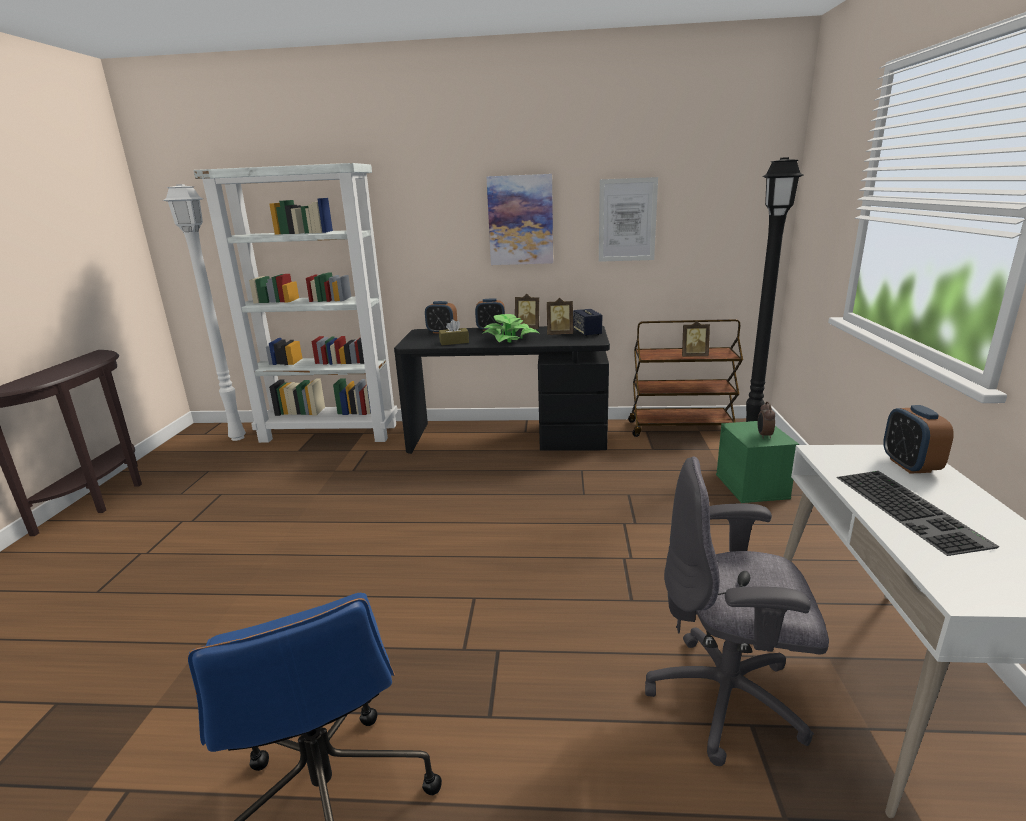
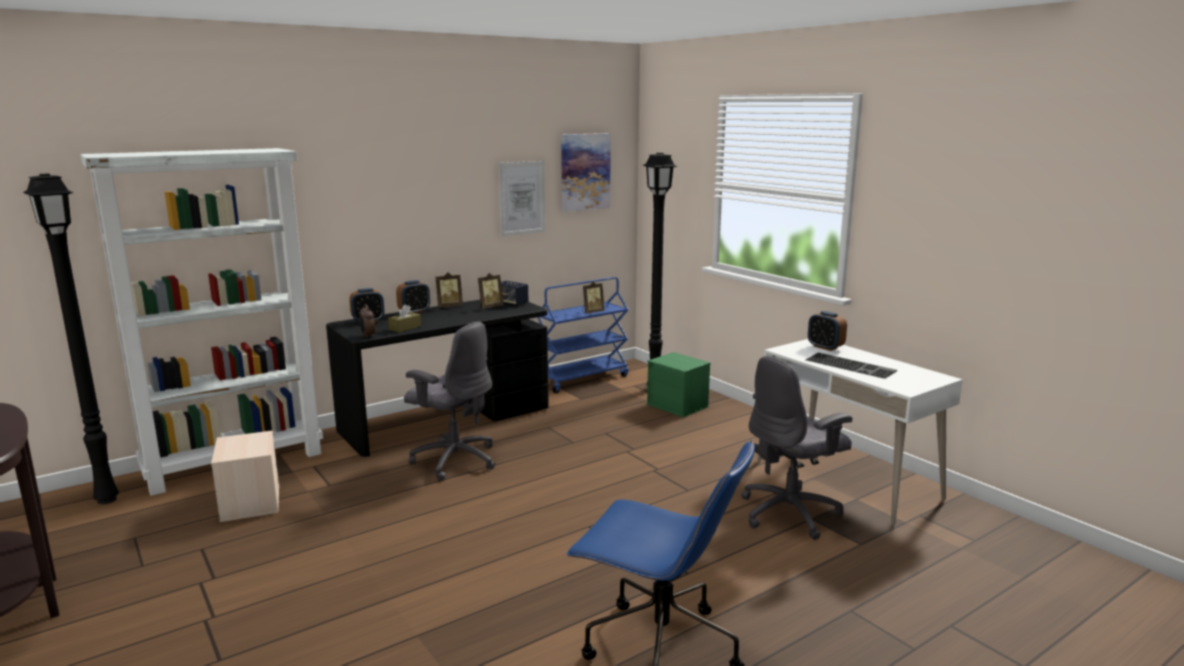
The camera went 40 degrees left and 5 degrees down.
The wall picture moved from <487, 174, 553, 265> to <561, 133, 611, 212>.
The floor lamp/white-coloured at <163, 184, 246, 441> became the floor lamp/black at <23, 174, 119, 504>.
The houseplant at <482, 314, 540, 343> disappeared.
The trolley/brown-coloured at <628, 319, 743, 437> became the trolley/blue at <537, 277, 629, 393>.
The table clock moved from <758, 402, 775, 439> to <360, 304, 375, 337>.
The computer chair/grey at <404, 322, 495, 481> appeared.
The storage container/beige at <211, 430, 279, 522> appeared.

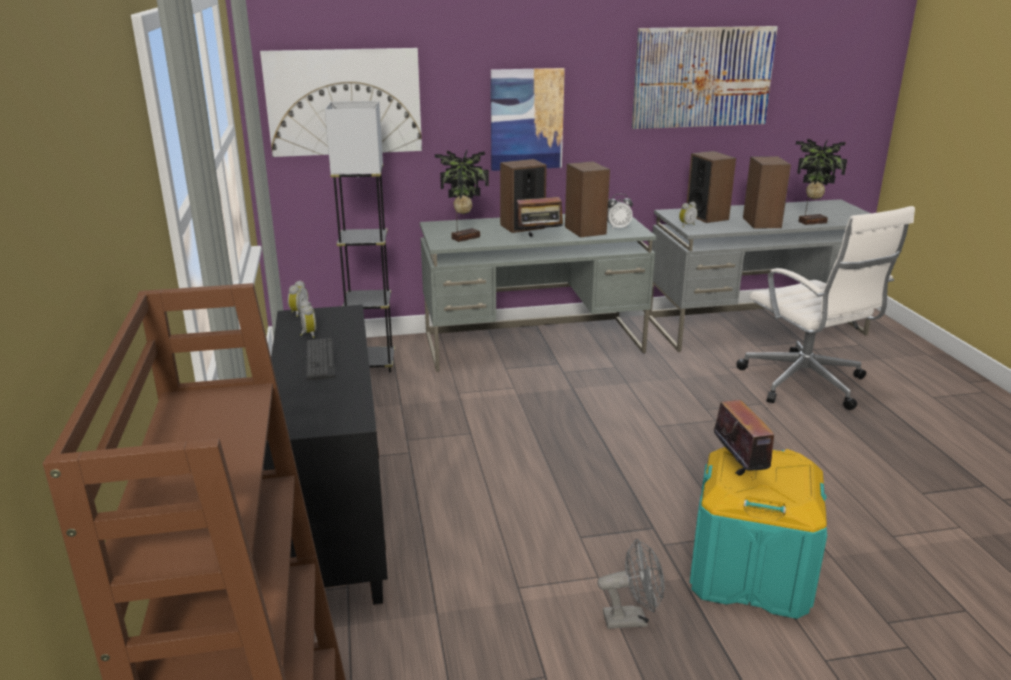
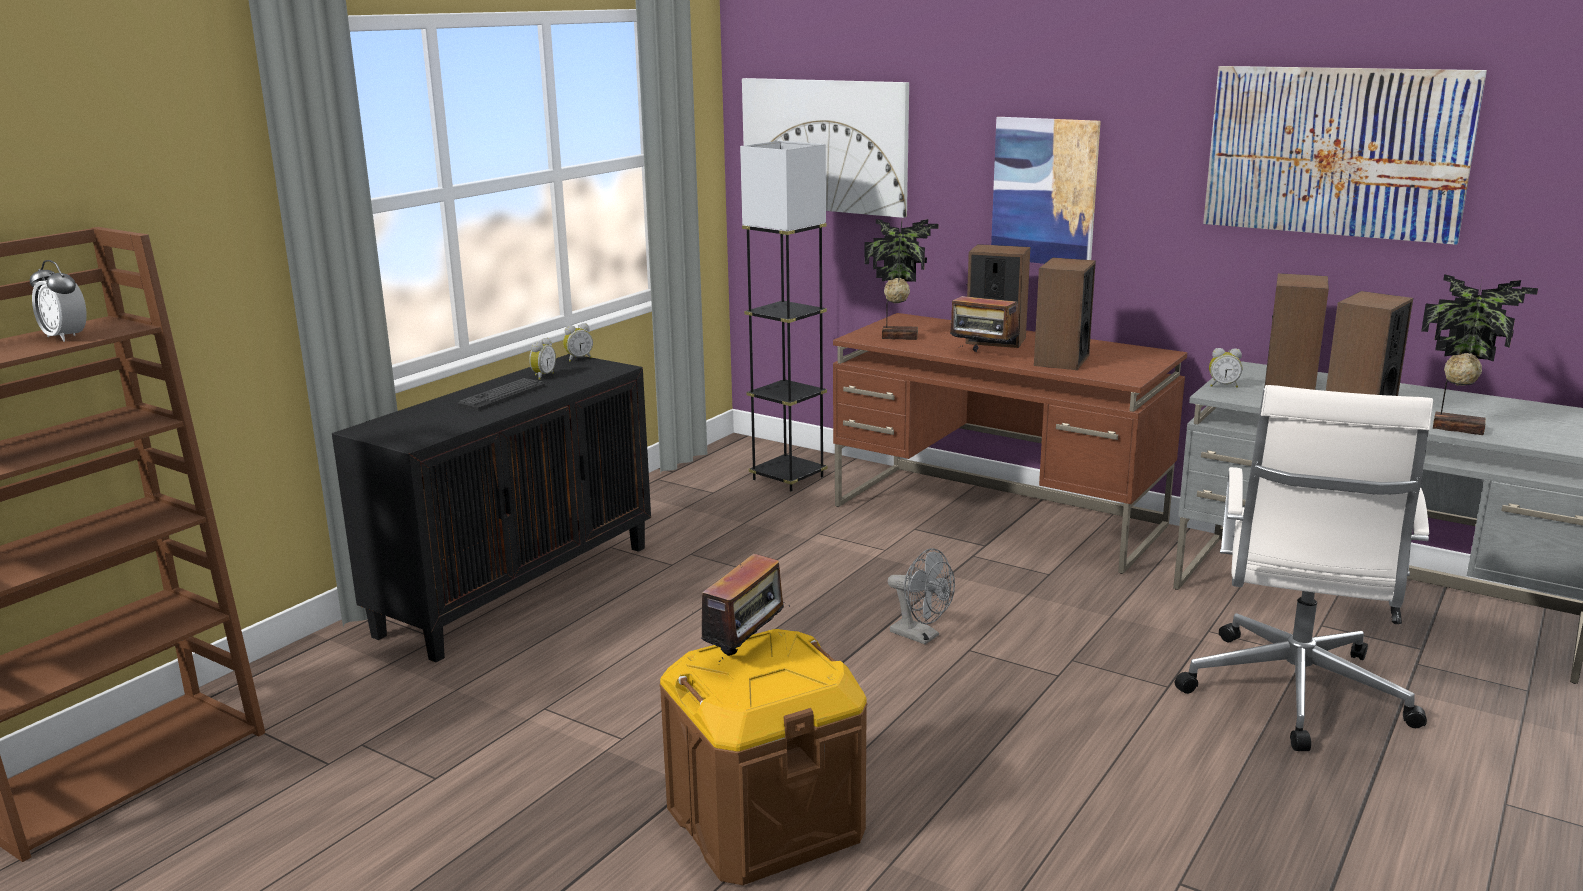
The camera went 45 degrees right and 5 degrees down.
The table clock moved from <607, 194, 633, 230> to <30, 260, 87, 342>.
The desk table/grey at <420, 214, 656, 372> became the desk table/brown-coloured at <833, 313, 1187, 574>.
The storage container/blue-green at <690, 447, 827, 619> became the storage container/brown-coloured at <659, 629, 867, 885>.
The fan/grey moved from <597, 539, 664, 629> to <888, 548, 955, 644>.

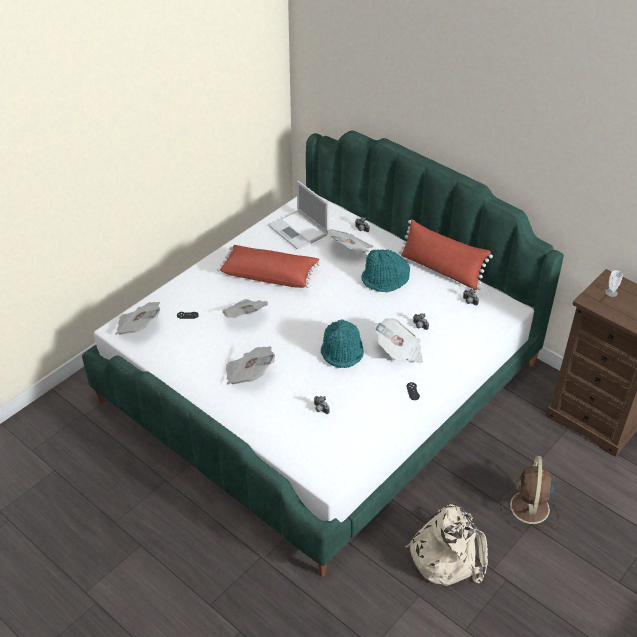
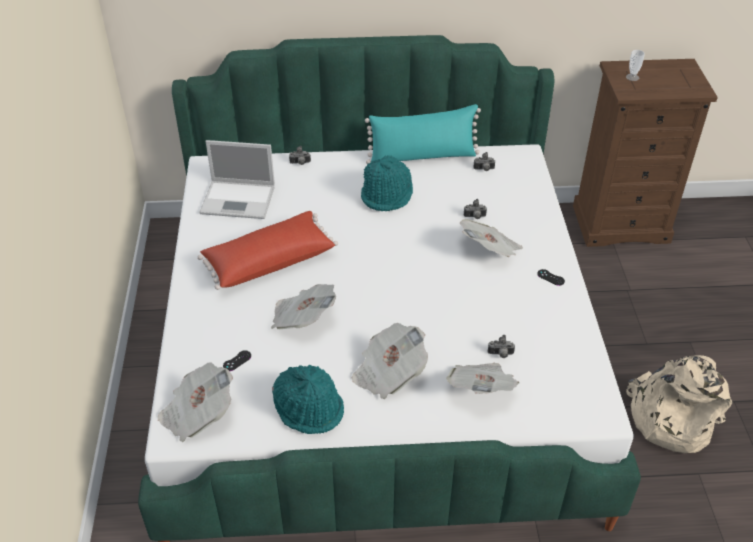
The camera went 45 degrees left and 0 degrees up.
The pillow/reddish at <399, 219, 493, 290> became the pillow/blue-green at <365, 104, 481, 164>.
The printed paper moved from <327, 229, 373, 253> to <446, 363, 519, 394>.
The hat/blue-green moved from <321, 319, 364, 368> to <272, 365, 344, 434>.
The fan/brown-coloured at <502, 456, 559, 533> disappeared.

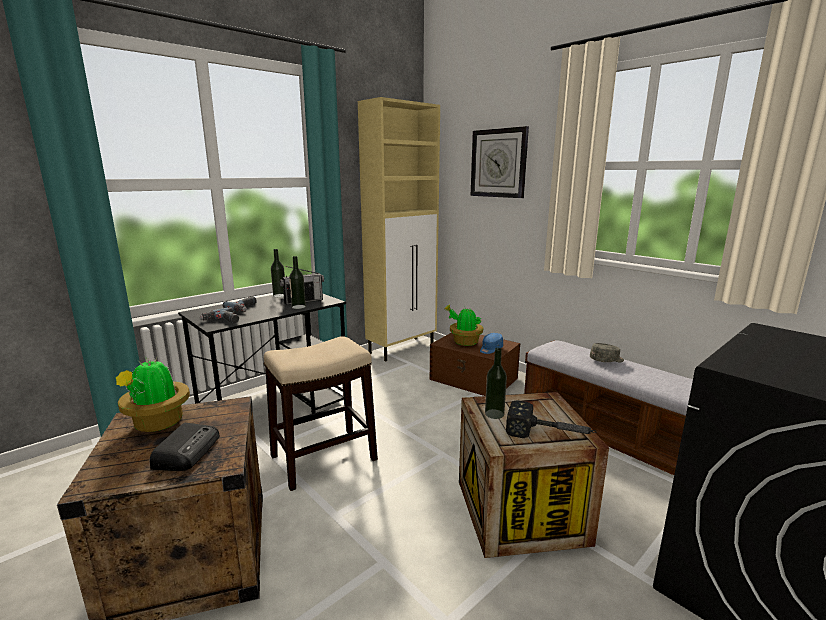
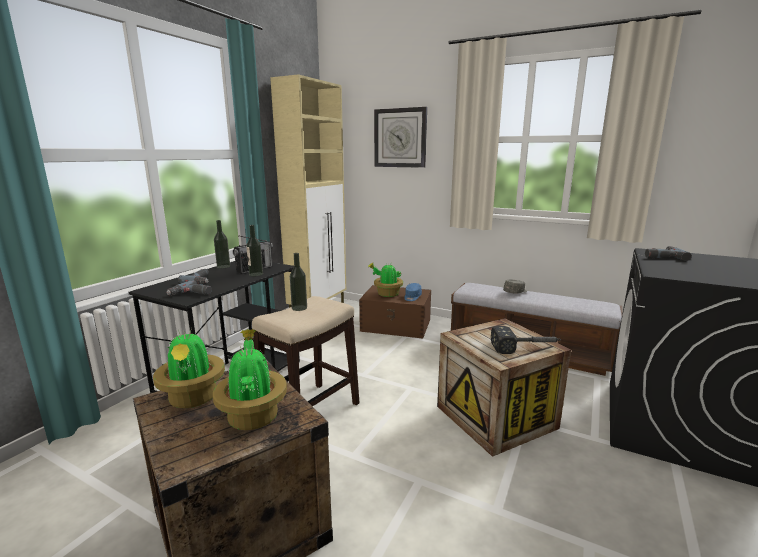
The camera went 20 degrees left and 0 degrees up.
The beverage bottle moved from <485, 348, 507, 419> to <290, 253, 307, 311>.
The radio at <150, 423, 220, 471> was replaced by the houseplant at <213, 329, 287, 430>.
The power drill at <645, 246, 692, 261> appeared.

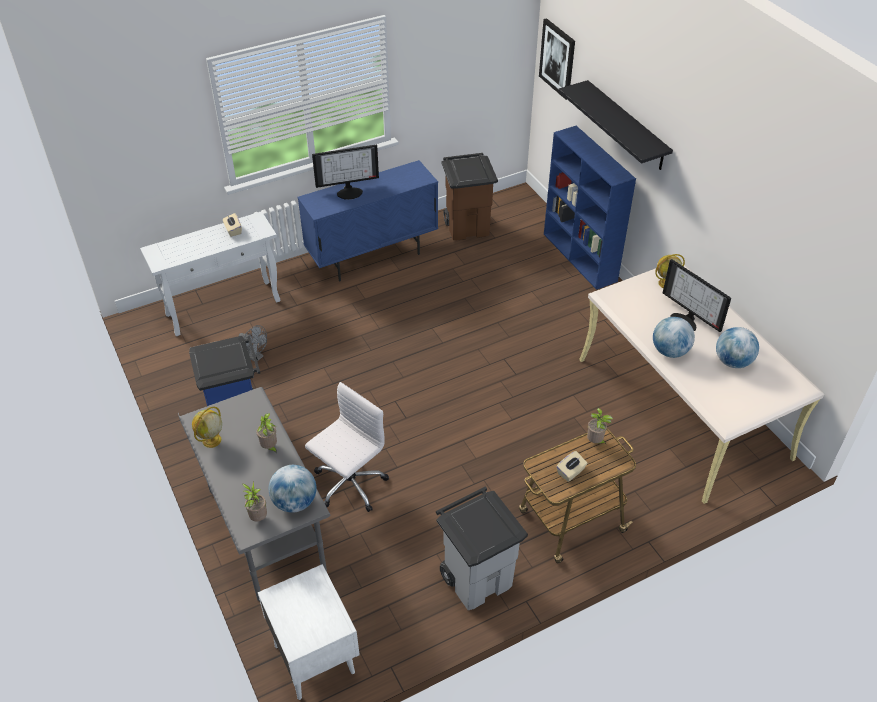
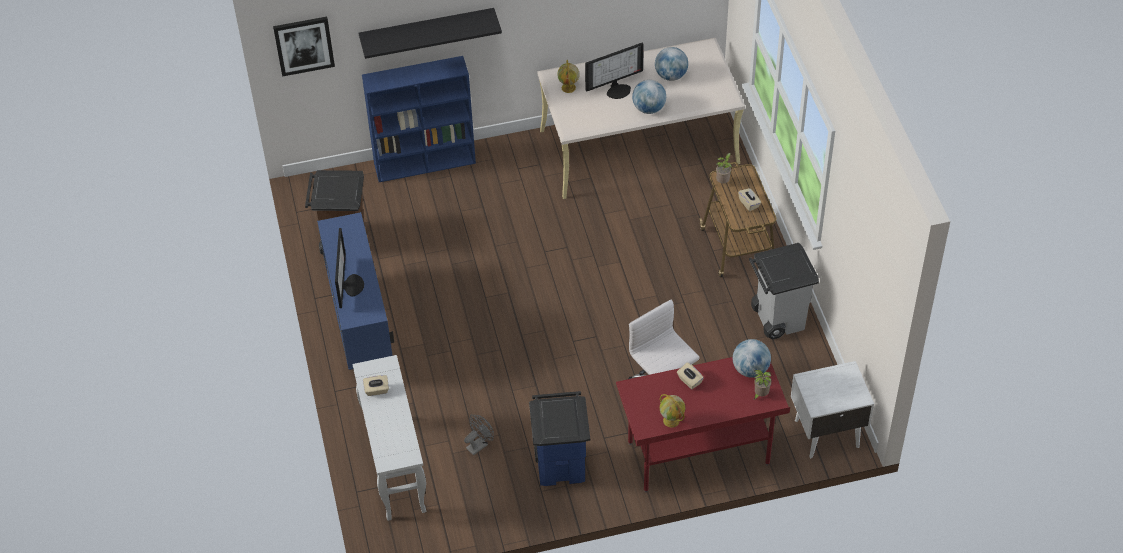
The camera went 75 degrees left and 5 degrees up.
The desk table/grey at <178, 387, 330, 602> became the desk table/reddish at <616, 357, 790, 492>.
The houseplant at <256, 413, 277, 454> was replaced by the tissue holder/beige at <677, 362, 704, 389>.

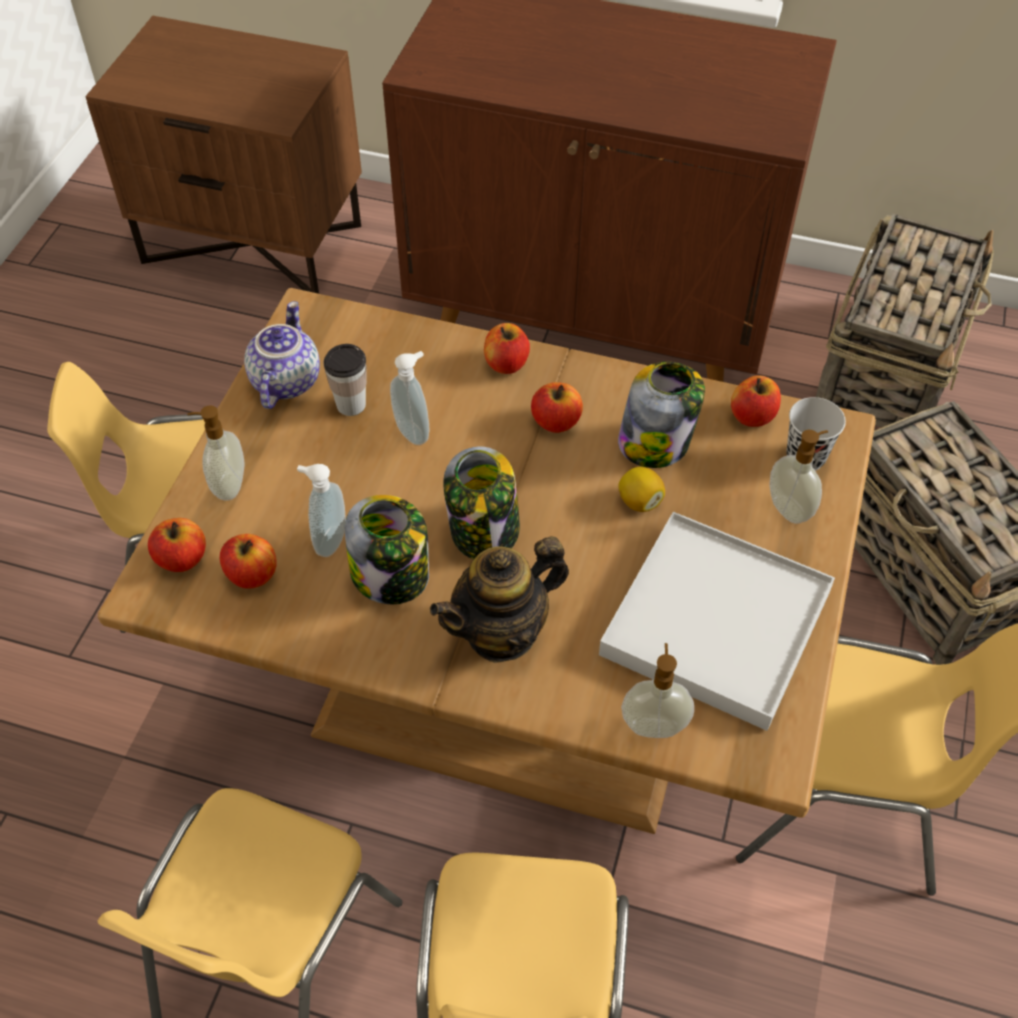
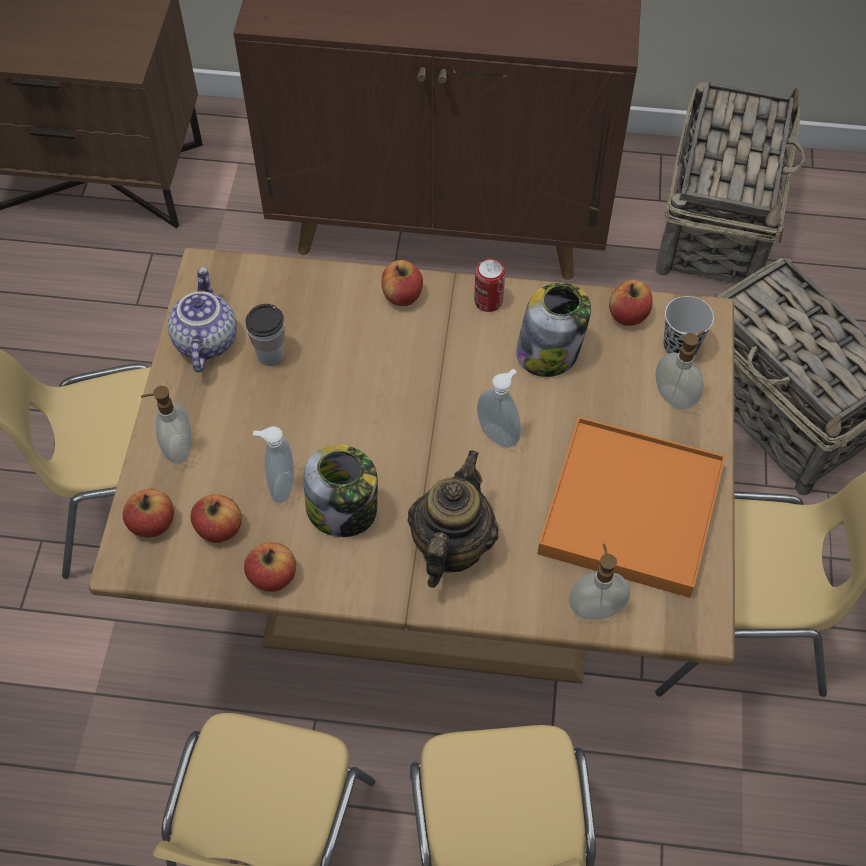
The camera went 10 degrees left and 5 degrees up.
The soap dispenser moved from <390, 351, 429, 445> to <477, 369, 521, 448>.
The whole apple moved from <531, 382, 583, 433> to <244, 543, 296, 592>.
The preserve jar at <443, 447, 520, 559> disappeared.
The whole lemon at <618, 467, 665, 512> disappeared.
The carrying tray/white-coloured at <599, 512, 835, 731> became the carrying tray/orange-coloured at <537, 417, 725, 598>.
The pot for tea at <430, 536, 569, 663> turned 150 degrees clockwise.
The metal can at <474, 259, 505, 312> appeared.

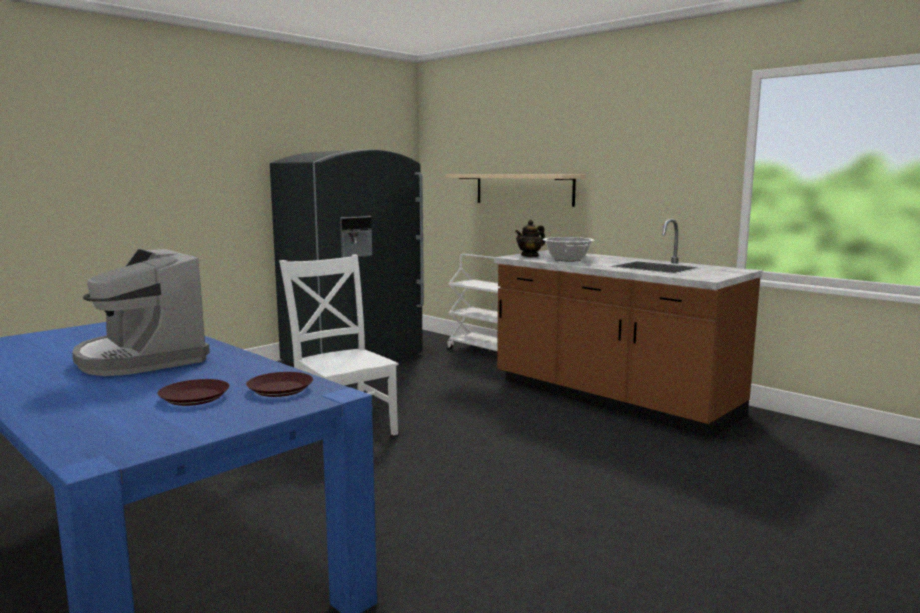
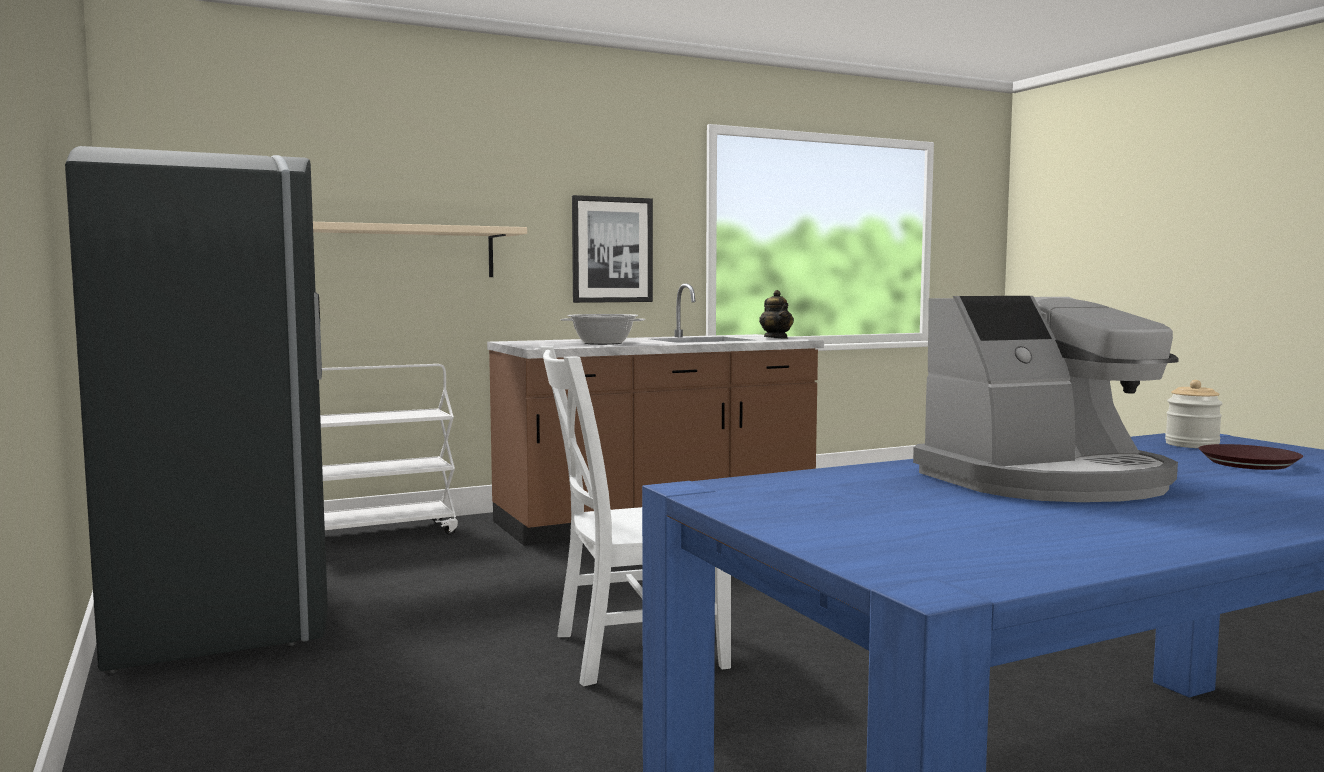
The camera went 70 degrees left and 5 degrees down.
The pot for tea moved from <515, 220, 545, 257> to <759, 290, 794, 339>.
The flat dish/brown-coloured at <246, 372, 313, 397> was replaced by the preserve jar at <1165, 380, 1223, 448>.
The wall picture at <572, 195, 653, 303> appeared.

